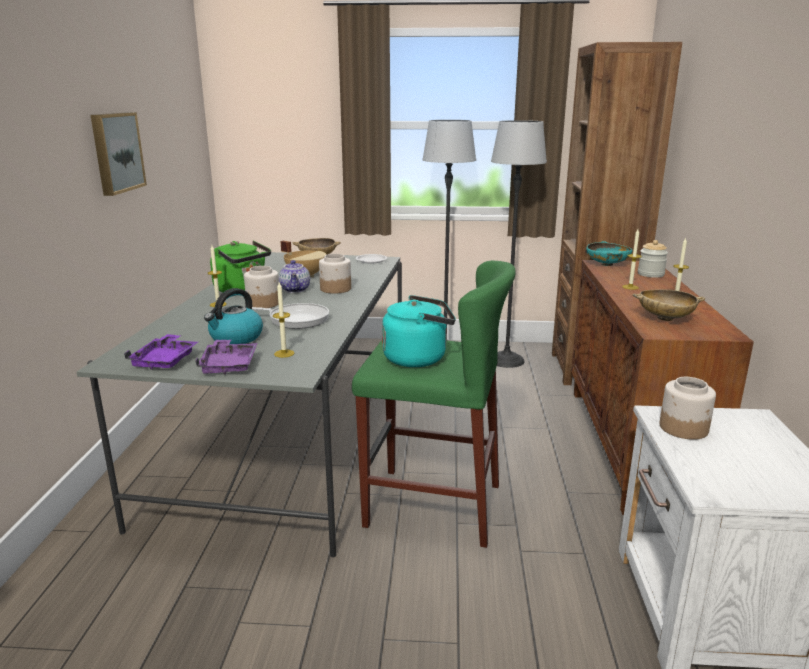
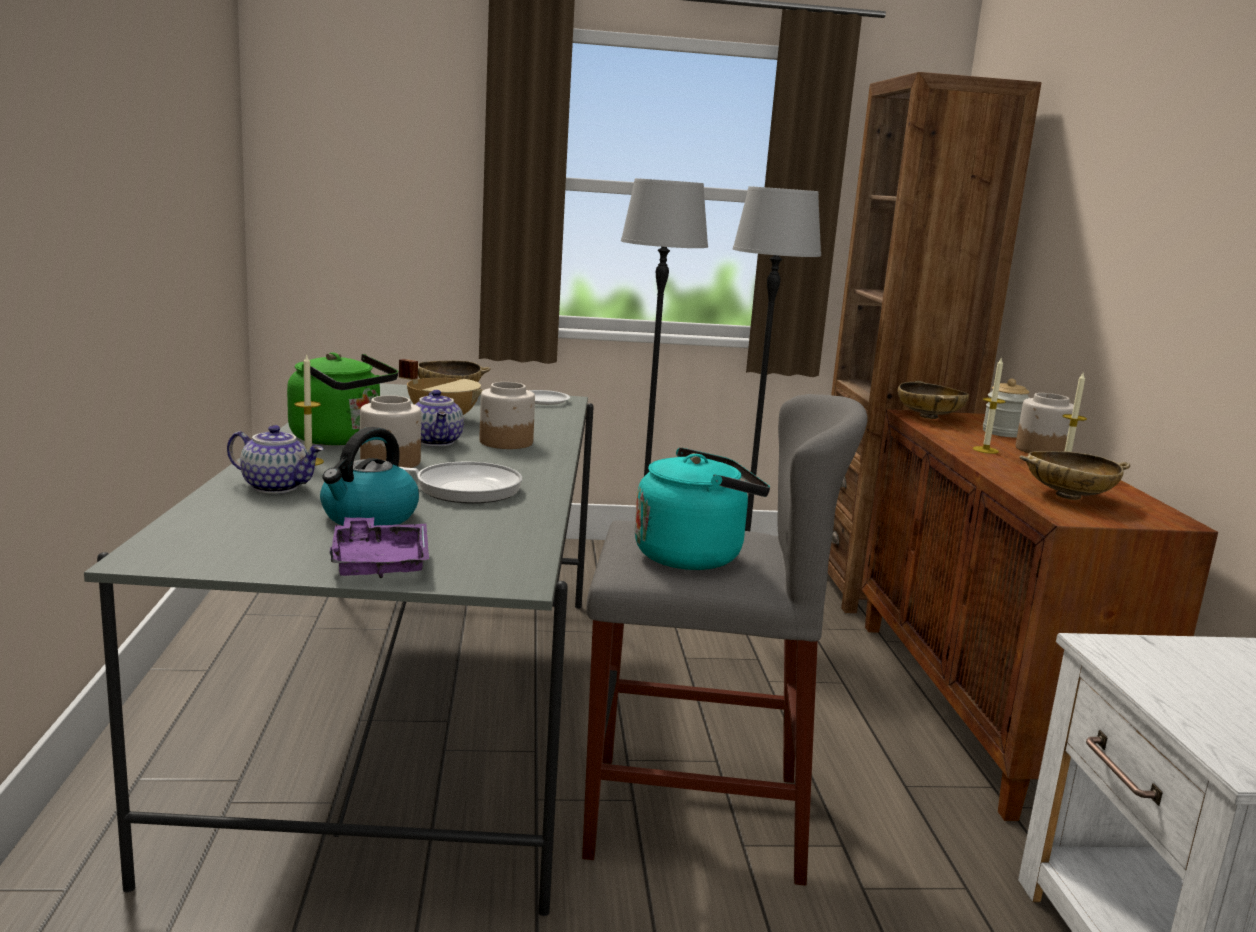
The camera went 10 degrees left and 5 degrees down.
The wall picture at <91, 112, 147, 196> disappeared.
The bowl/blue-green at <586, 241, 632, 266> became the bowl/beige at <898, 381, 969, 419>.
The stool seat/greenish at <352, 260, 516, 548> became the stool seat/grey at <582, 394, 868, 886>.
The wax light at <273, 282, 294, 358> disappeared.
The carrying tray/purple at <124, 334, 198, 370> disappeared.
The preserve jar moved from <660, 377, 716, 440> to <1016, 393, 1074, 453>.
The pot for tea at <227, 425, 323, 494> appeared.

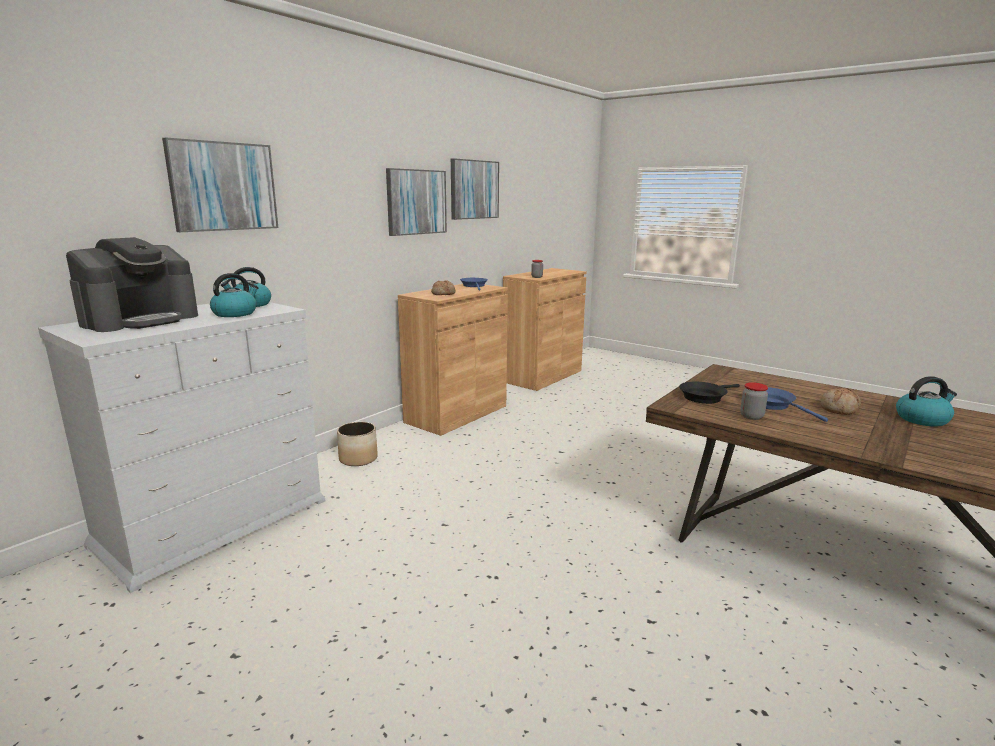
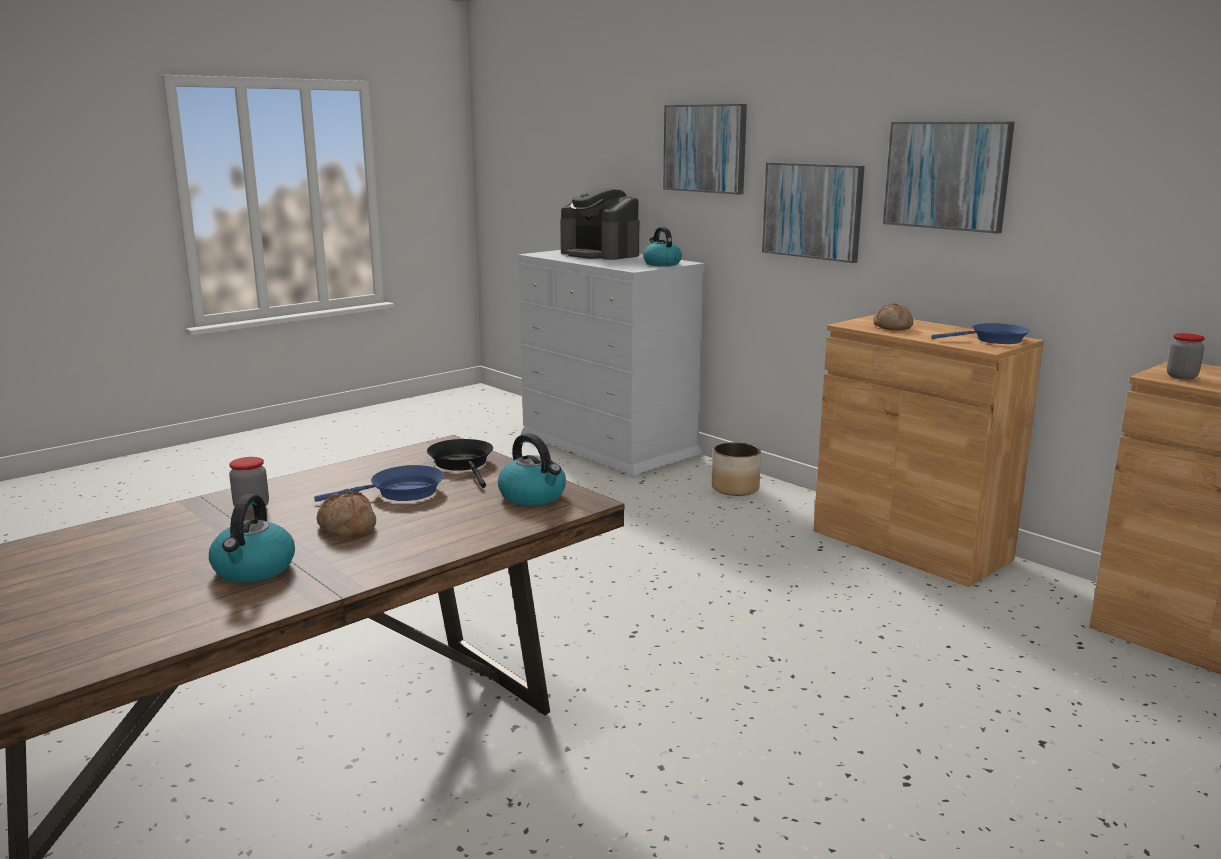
The camera went 100 degrees right and 0 degrees up.
The wall picture moved from <451, 158, 499, 220> to <762, 162, 865, 263>.
The tea kettle moved from <210, 273, 259, 317> to <498, 433, 566, 506>.
The preserve jar moved from <740, 382, 768, 420> to <229, 457, 269, 513>.

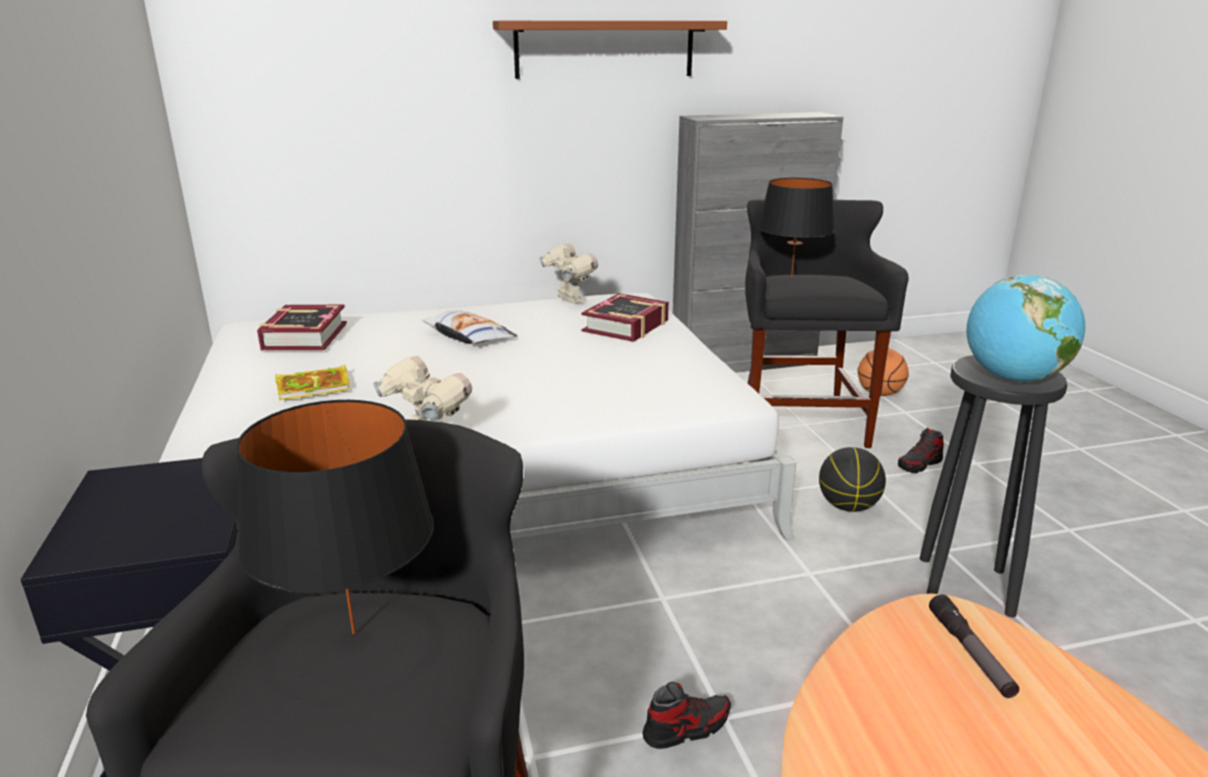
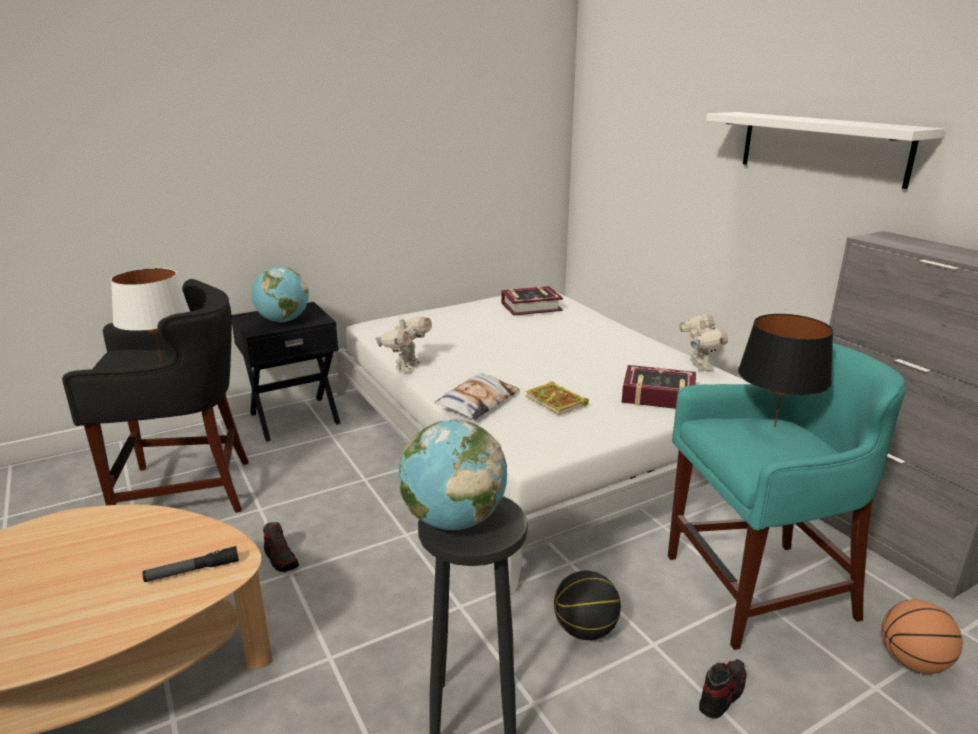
The camera went 75 degrees right and 0 degrees up.
The bracket shelf/brown-coloured at <493, 21, 727, 79> became the bracket shelf/white-coloured at <706, 112, 945, 189>.
The stool seat/black at <745, 199, 909, 448> became the stool seat/blue-green at <668, 343, 906, 650>.
The model robot at <540, 242, 598, 304> turned 45 degrees counterclockwise.
The pillow moved from <421, 311, 517, 344> to <434, 373, 520, 420>.
The volume moved from <275, 365, 350, 400> to <525, 381, 589, 415>.
The lamp for a table/black at <236, 400, 434, 634> became the lamp for a table/white-coloured at <111, 268, 190, 362>.
The low shoe at <898, 427, 944, 473> turned 90 degrees clockwise.
The globe at <251, 267, 309, 322> appeared.

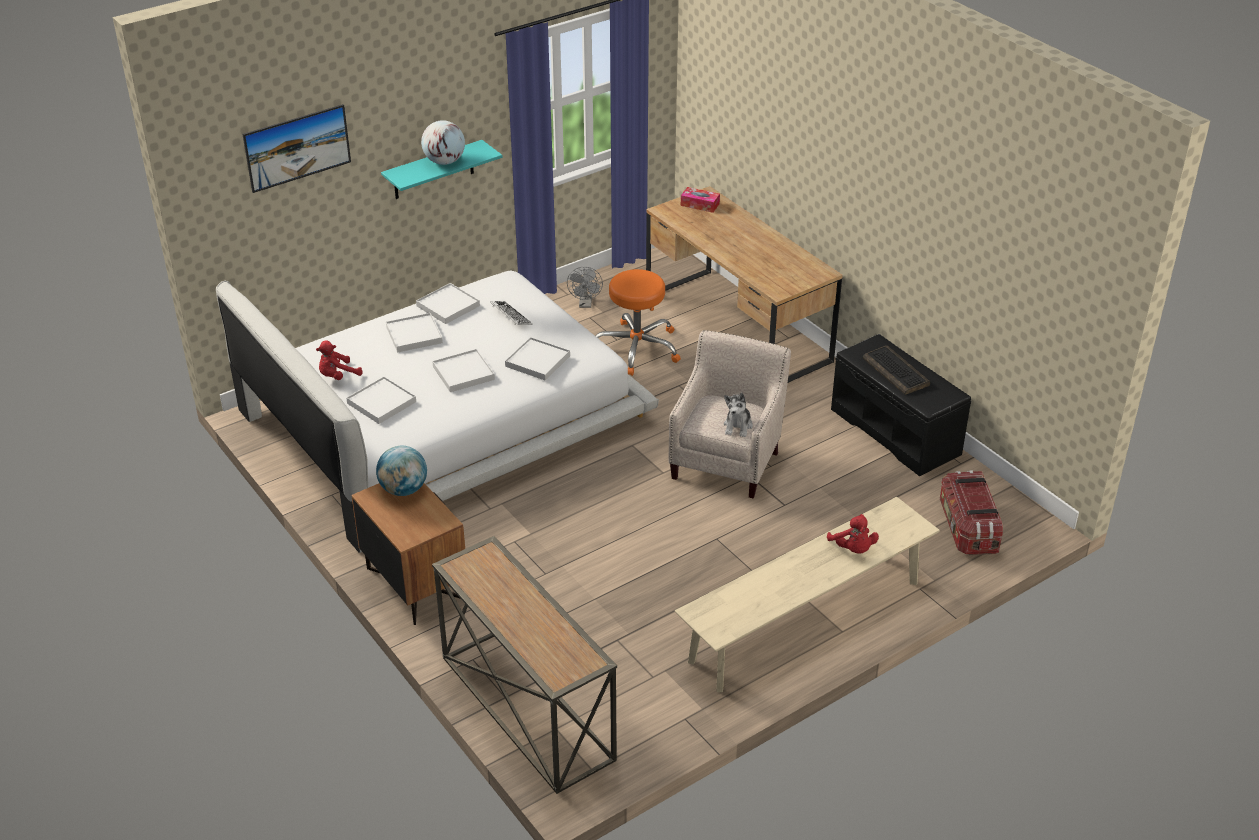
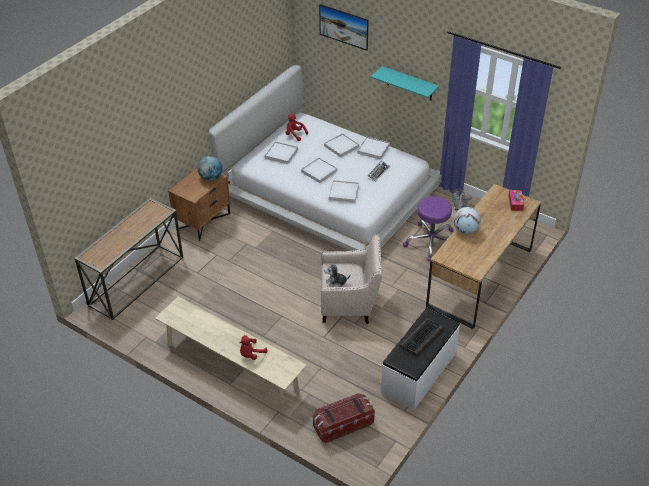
The camera went 70 degrees right and 5 degrees up.
The globe moved from <421, 120, 465, 165> to <453, 207, 481, 234>.
The stool seat/orange-coloured at <595, 269, 681, 376> became the stool seat/purple at <403, 196, 454, 261>.
The long seat/black at <831, 334, 971, 477> became the long seat/white-coloured at <381, 308, 460, 410>.

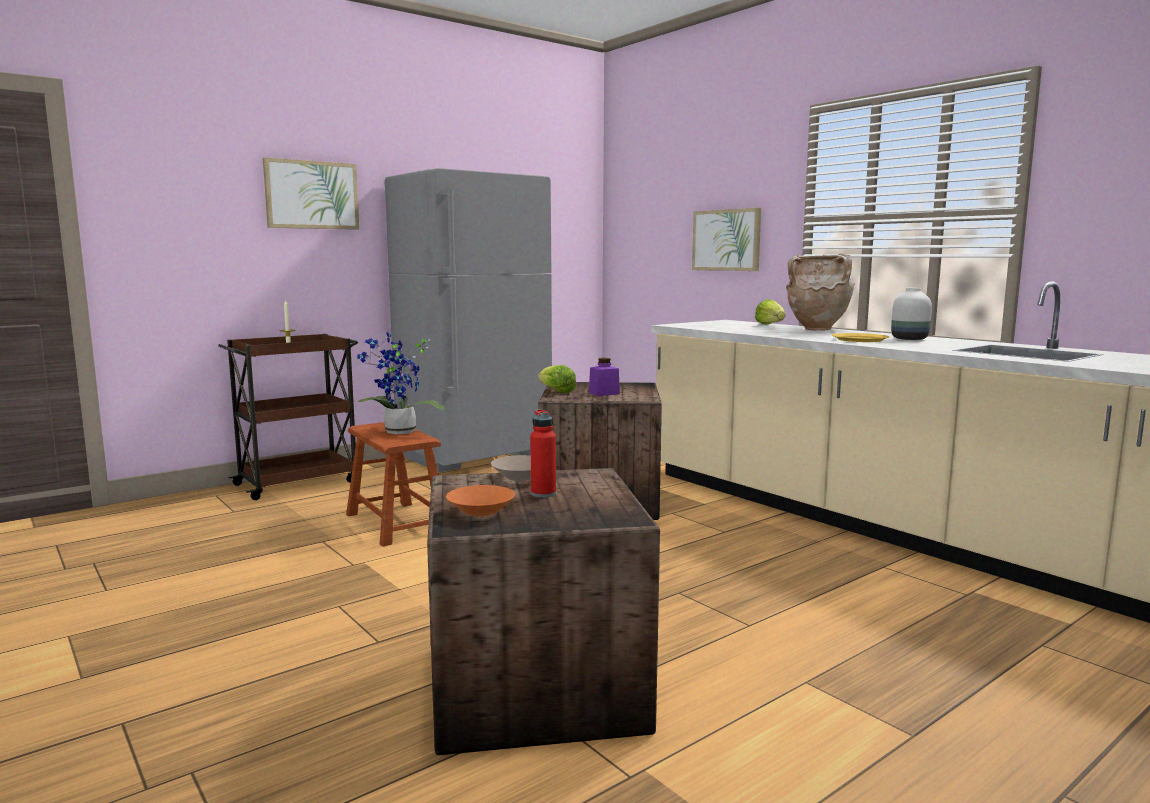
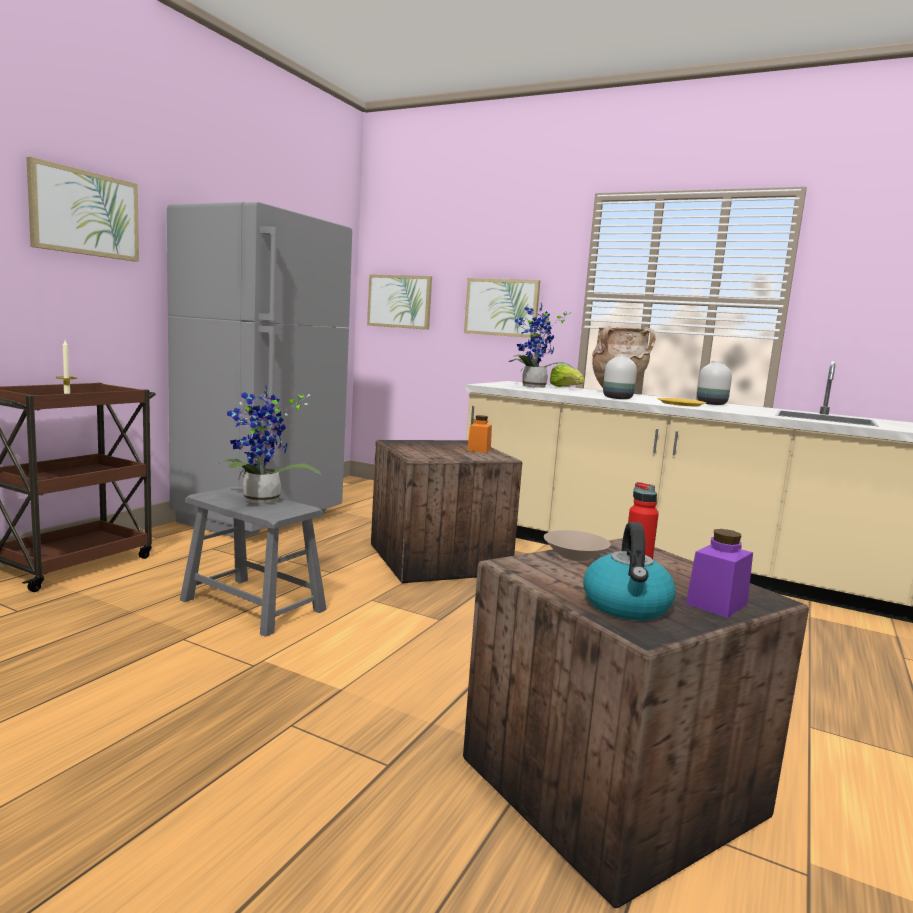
The camera went 25 degrees left and 0 degrees up.
The preserve jar/purple moved from <589, 358, 620, 396> to <686, 529, 753, 618>.
The head of lettuce at <538, 365, 576, 393> disappeared.
The stool seat/brown-coloured at <346, 422, 441, 547> became the stool seat/grey at <180, 487, 327, 637>.
The bowl/orange-coloured at <446, 485, 515, 517> was replaced by the tea kettle at <583, 522, 676, 620>.
The wall picture at <367, 274, 432, 330> appeared.
The houseplant at <509, 303, 576, 388> appeared.
The vase/white-coloured at <603, 354, 637, 399> appeared.
The preserve jar/orange-coloured at <467, 415, 492, 453> appeared.

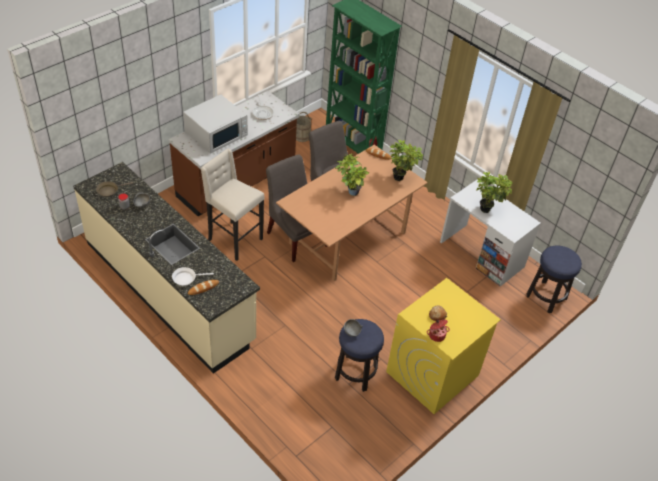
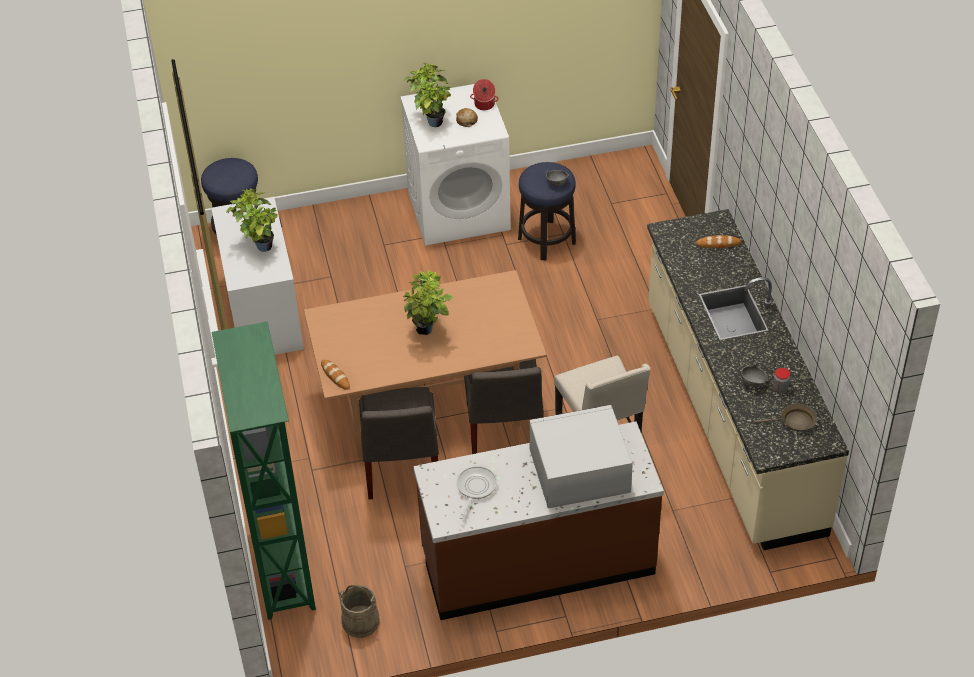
The camera went 145 degrees left and 0 degrees up.
The houseplant moved from <390, 140, 423, 181> to <403, 62, 451, 127>.
The frying pan/white-coloured at <172, 267, 214, 286> disappeared.
The laundry machine/yellow at <386, 278, 501, 414> became the laundry machine/white-coloured at <400, 84, 511, 246>.

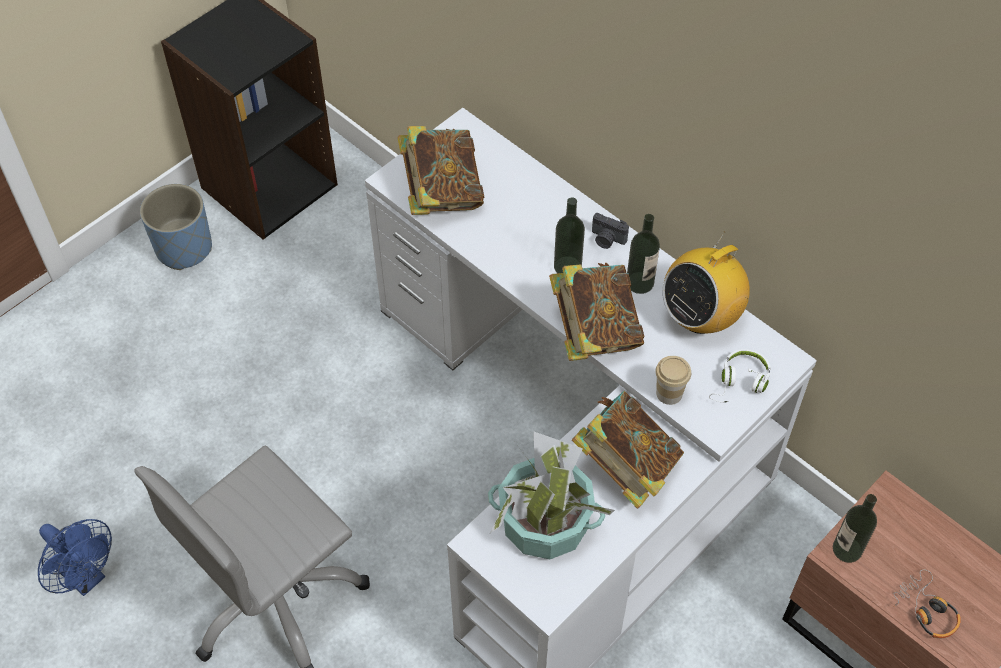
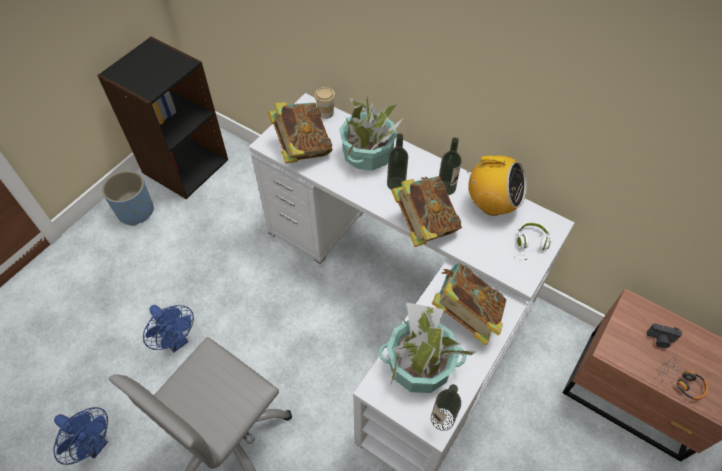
The camera went 10 degrees left and 0 degrees up.
The photo camera moved from <592, 213, 629, 249> to <647, 323, 682, 348>.
The radio at <662, 231, 750, 334> turned 105 degrees counterclockwise.
The small cup moved from <656, 356, 691, 405> to <315, 87, 335, 119>.
The beverage bottle moved from <833, 494, 877, 563> to <431, 384, 461, 431>.
The houseplant at <339, 95, 403, 170> appeared.
The fan/blue at <143, 305, 194, 353> appeared.

